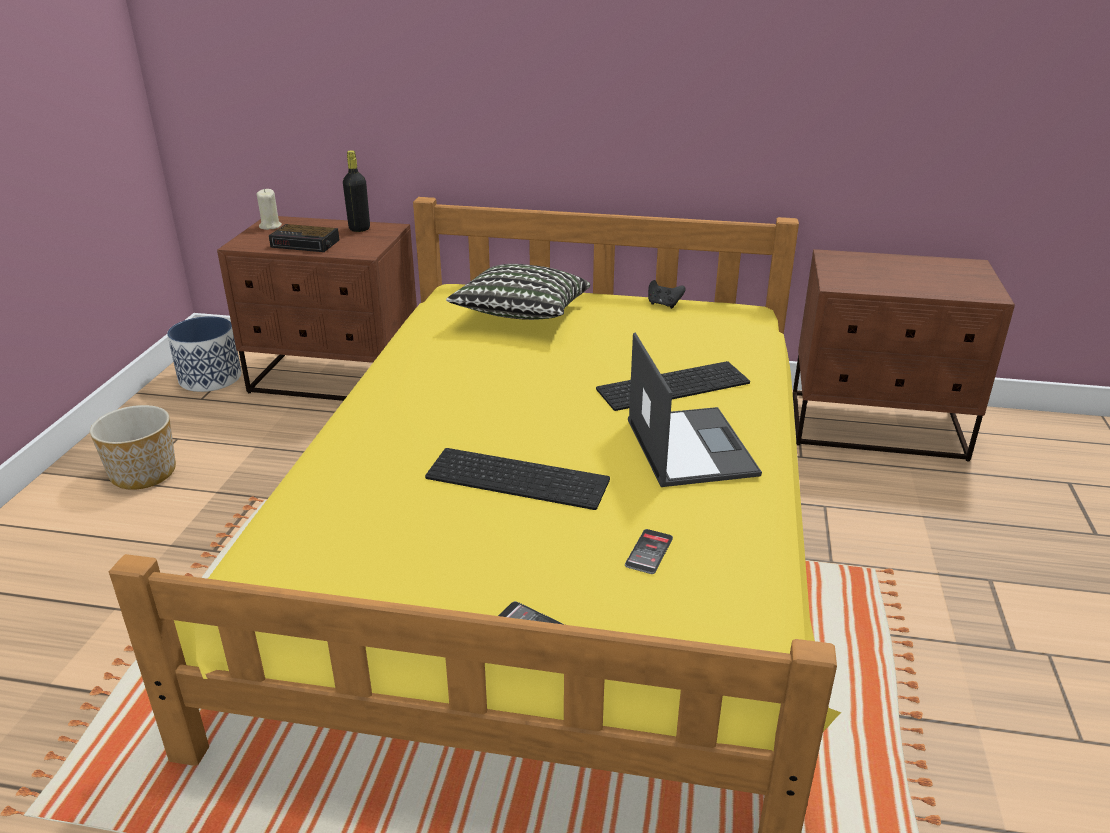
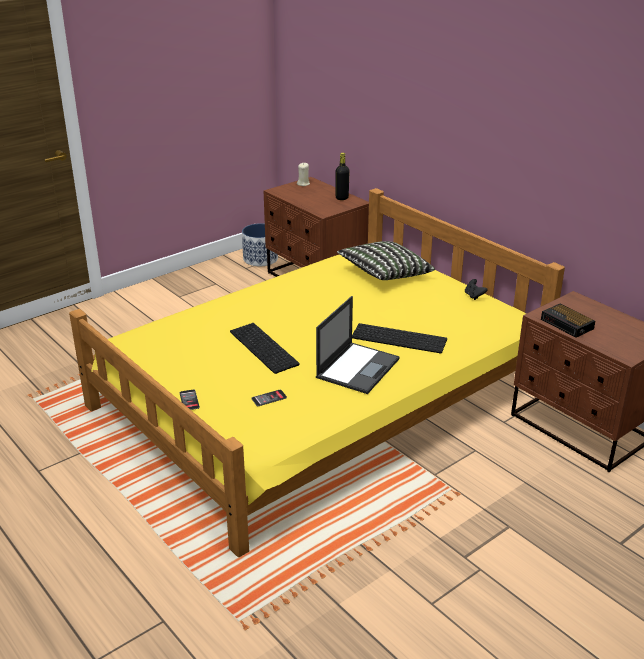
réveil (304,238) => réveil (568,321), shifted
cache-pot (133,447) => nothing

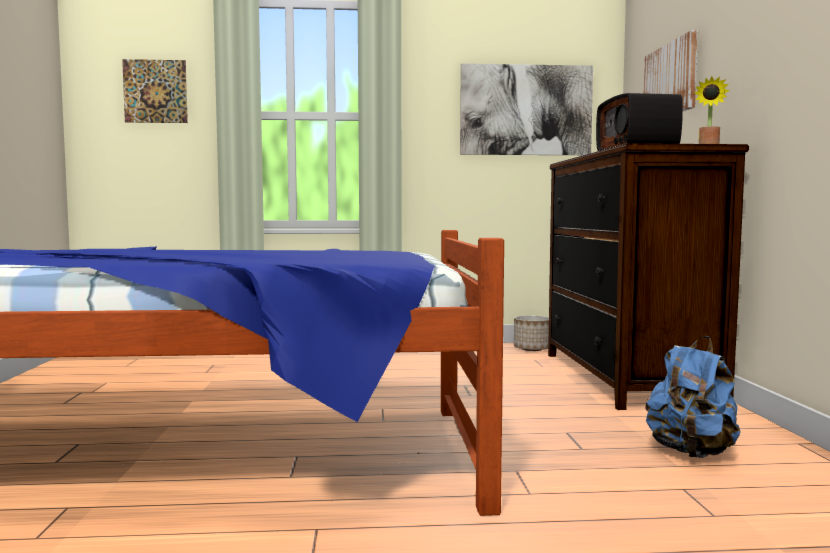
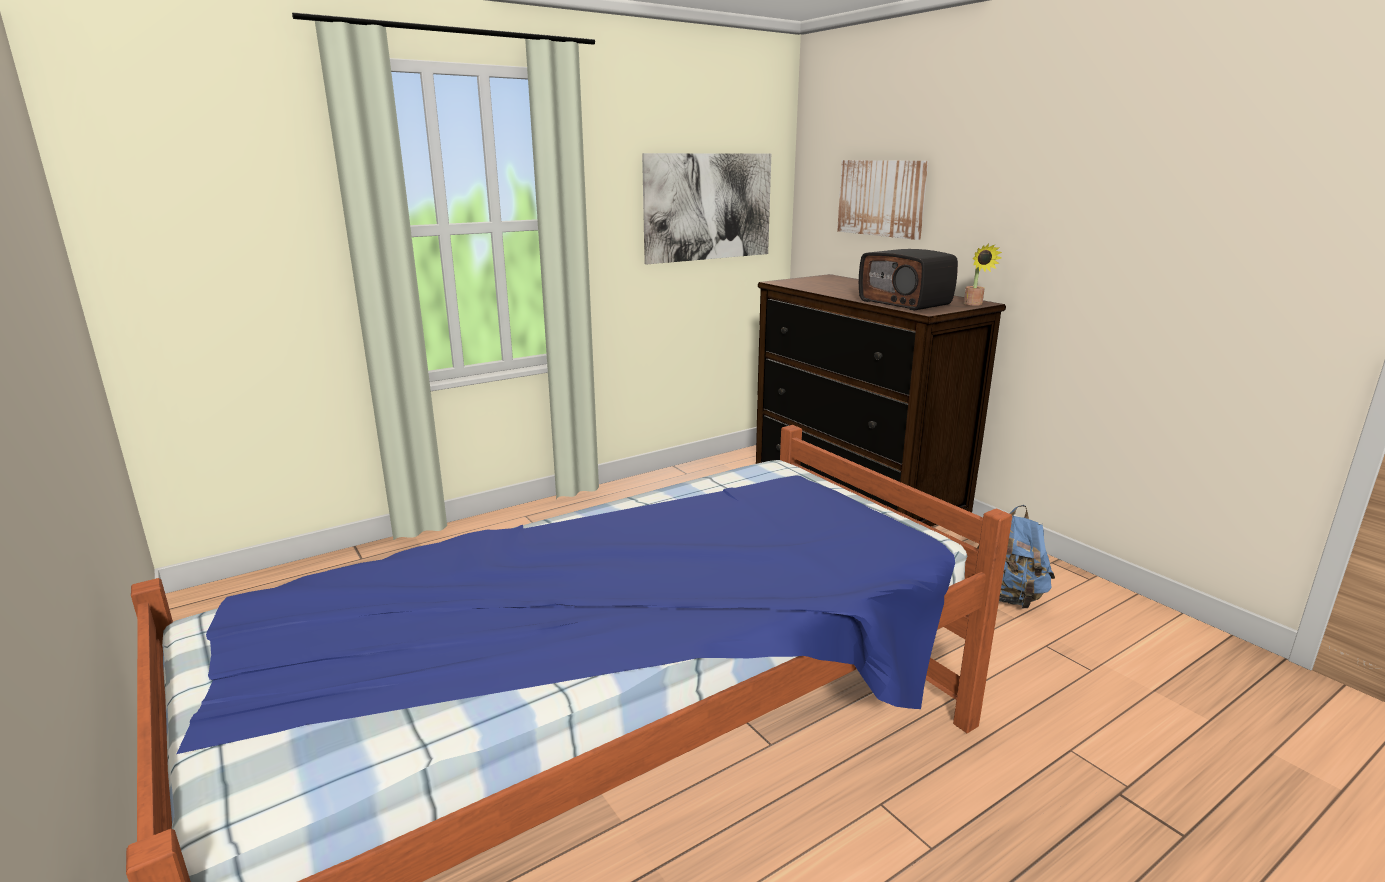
tableau (155,91) => nothing
cache-pot (531,333) => nothing

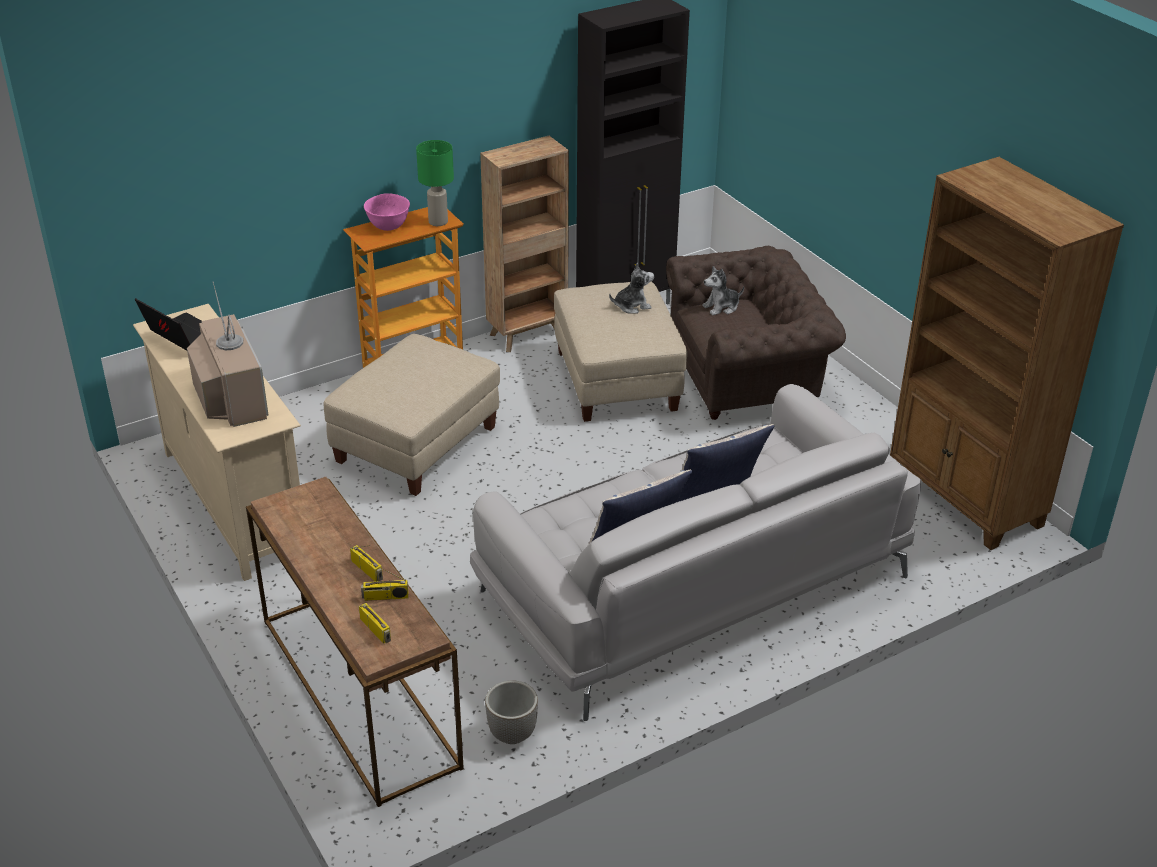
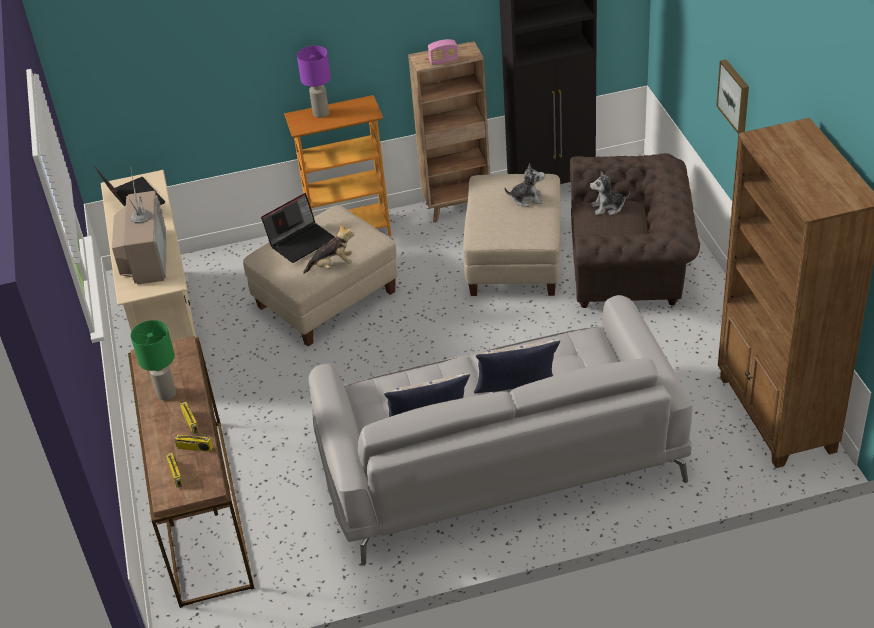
lampe de table/vert (435,183) => lampe de table/vert (153,360), shifted
nothing => ordinateur portable (298,228)
bol/rose (387,212) => lampe de table/violet (314,82)
nothing => peluche (328,249)
nothing => radio (443,52)
nothing => tableau (732,96)
cache-pot (511,712) => nothing

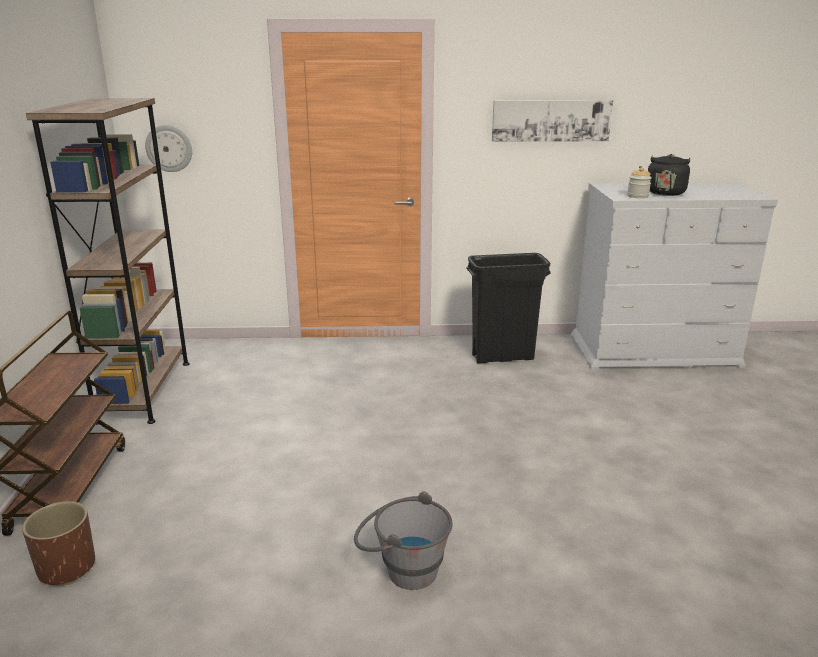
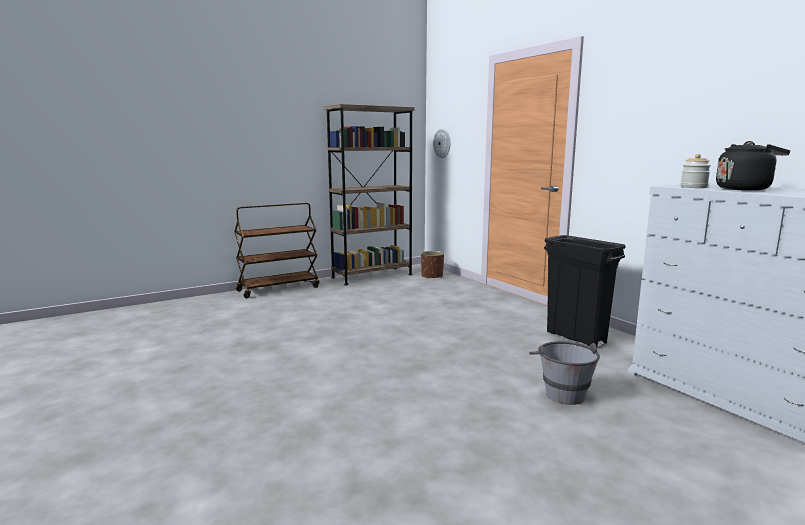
cache-pot/marron (58,543) => cache-pot/marron (432,265), shifted
seau/gris (403,541) => seau/gris (564,373), shifted
tableau (552,121) => nothing

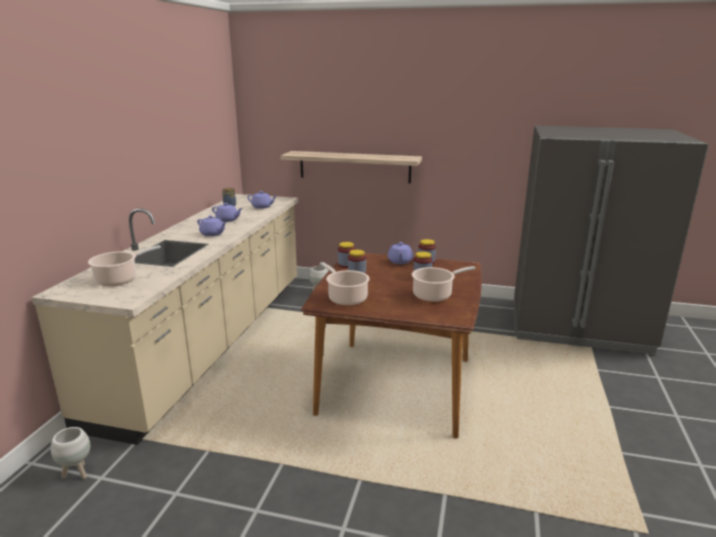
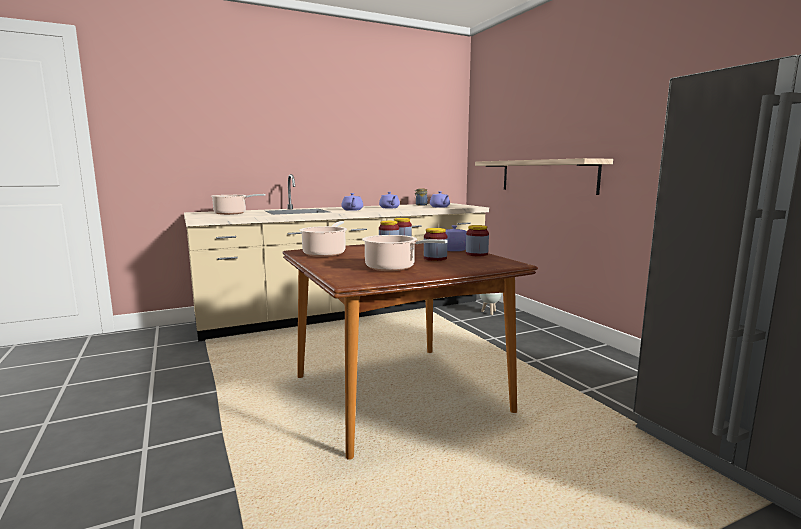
cache-pot/blanc (70,453) => nothing

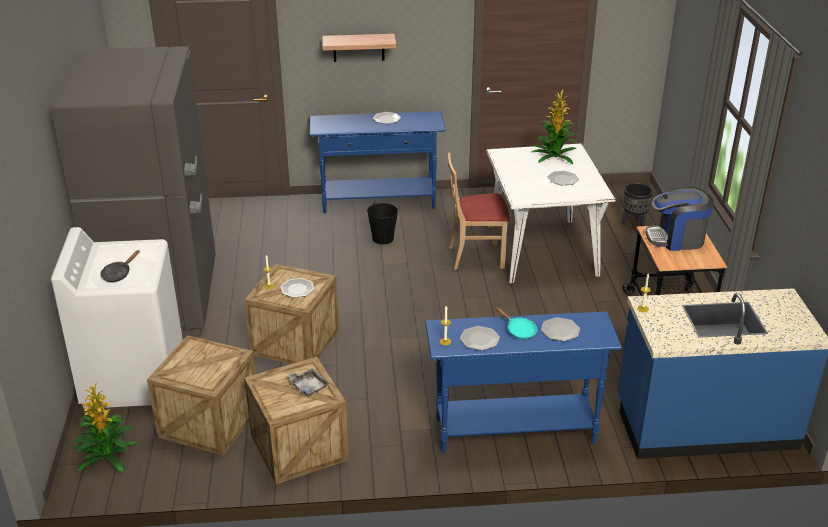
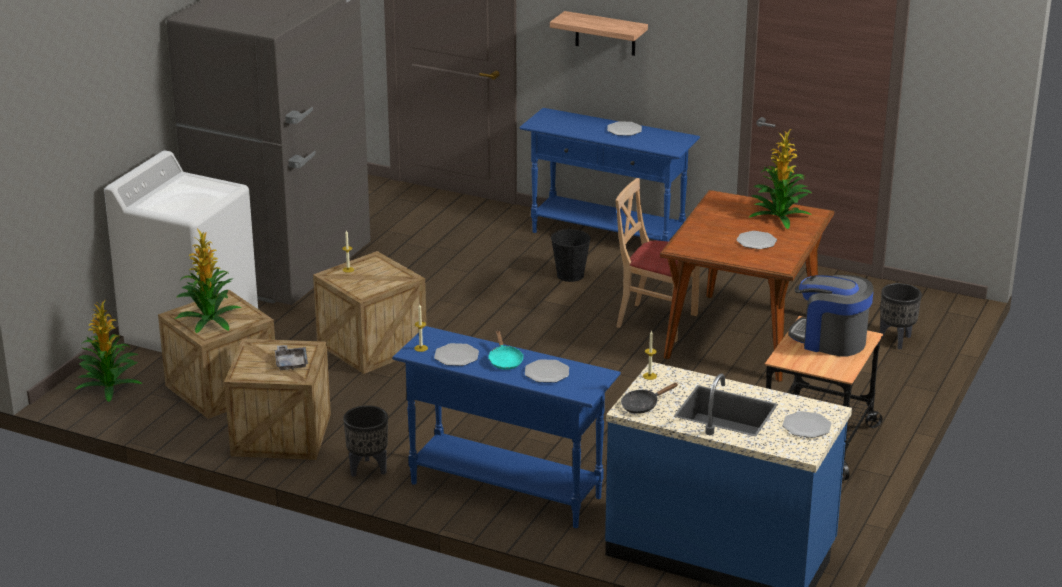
nothing => plante en pot (208,281)
nothing => cache-pot/noir (365,441)
poêle/noir (120,266) => poêle/noir (649,398), shifted
table à manger/blanc (551,213) => table à manger/marron (747,286)
assiette (297,288) => assiette (807,424), shifted

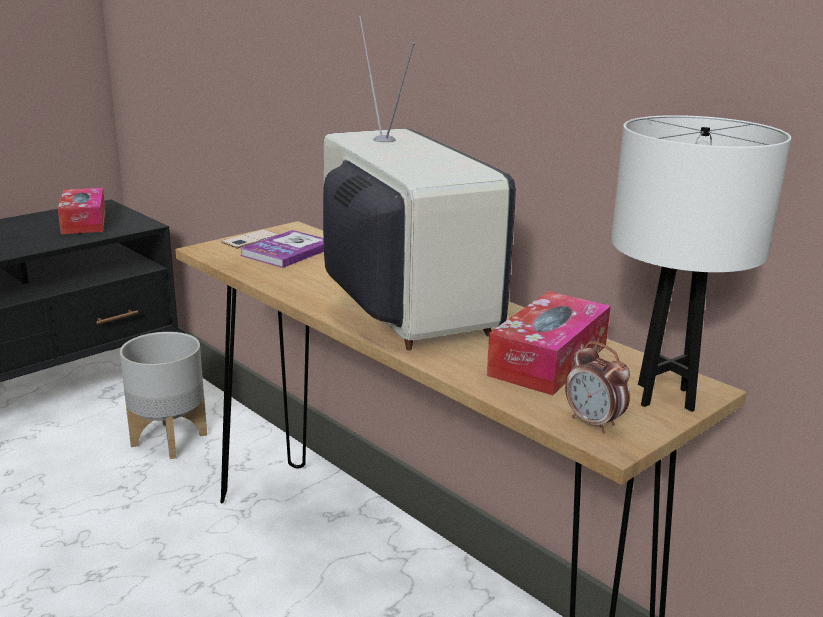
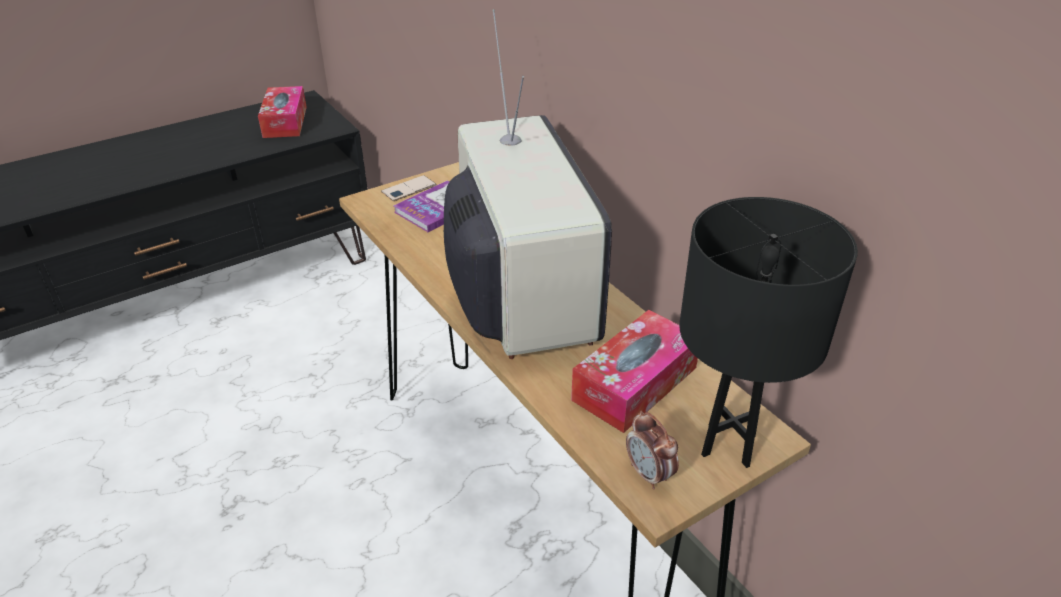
lampe de table/blanc (701,263) => lampe de table/noir (768,332)
cache-pot/gris (163,395) => nothing

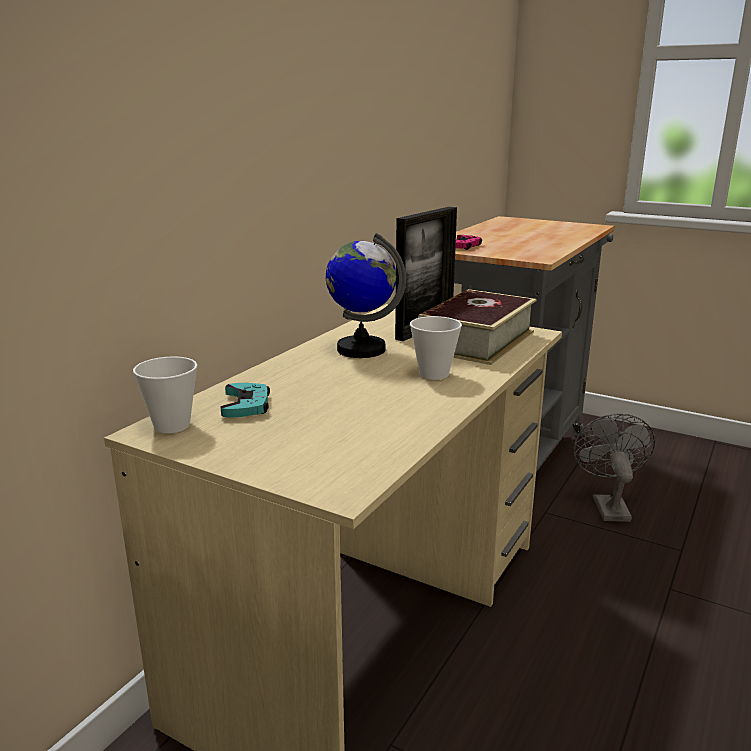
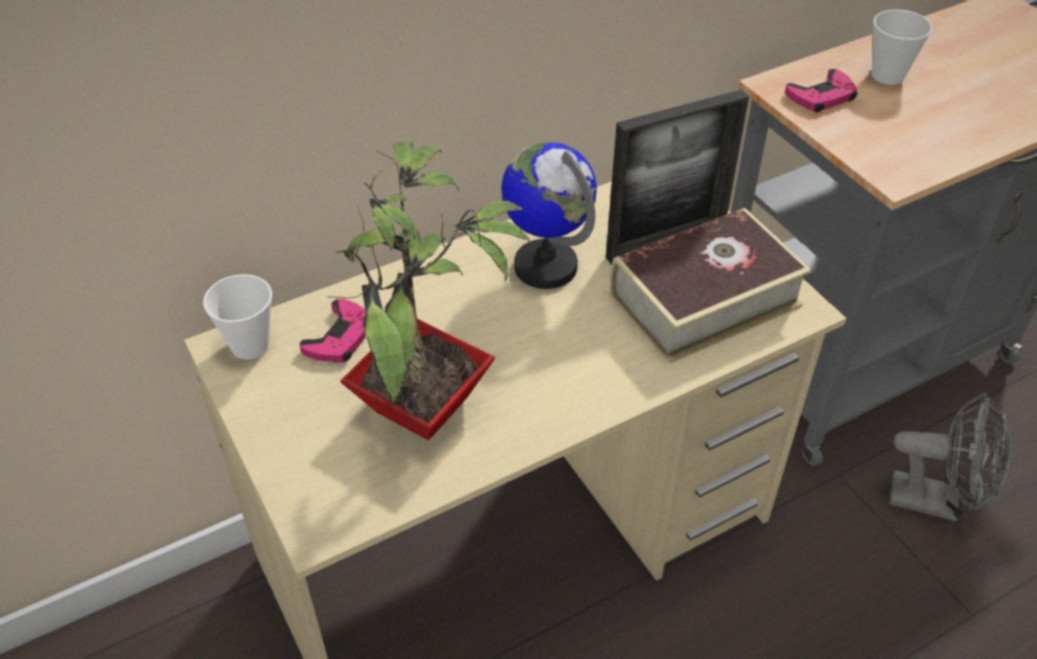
manette/turquoise (245,400) => manette/rose (333,330)
nothing => plante en pot (429,291)
tasse (436,348) => tasse (902,47), shifted
ventilateur/gris (614,468) => ventilateur/gris (950,457), 75 degrees clockwise

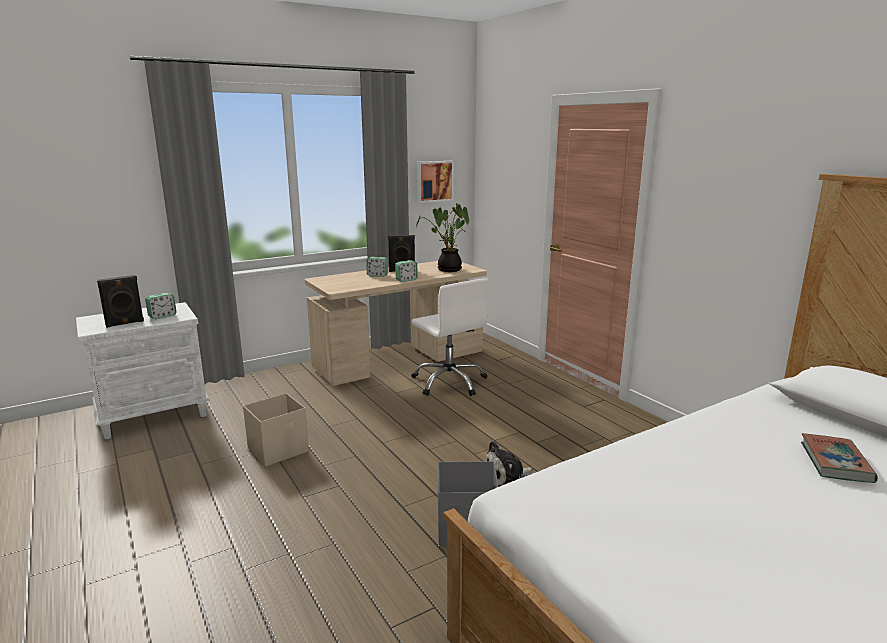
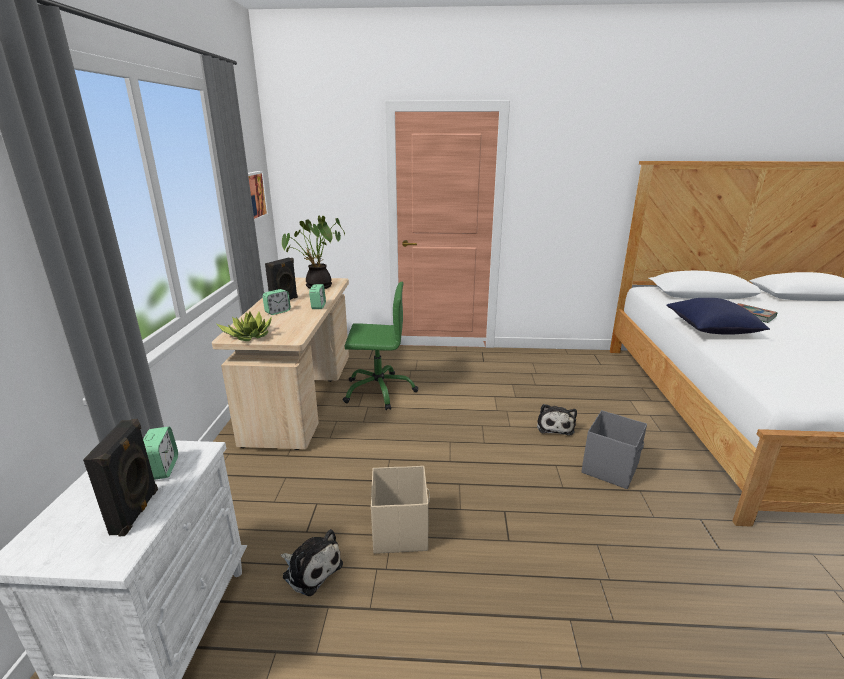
nothing => plante en pot (244,326)
nothing => peluche (312,562)
chaise de bureau/blanc (450,337) => chaise de bureau/vert (380,346)
nothing => coussin/bleu (718,316)

